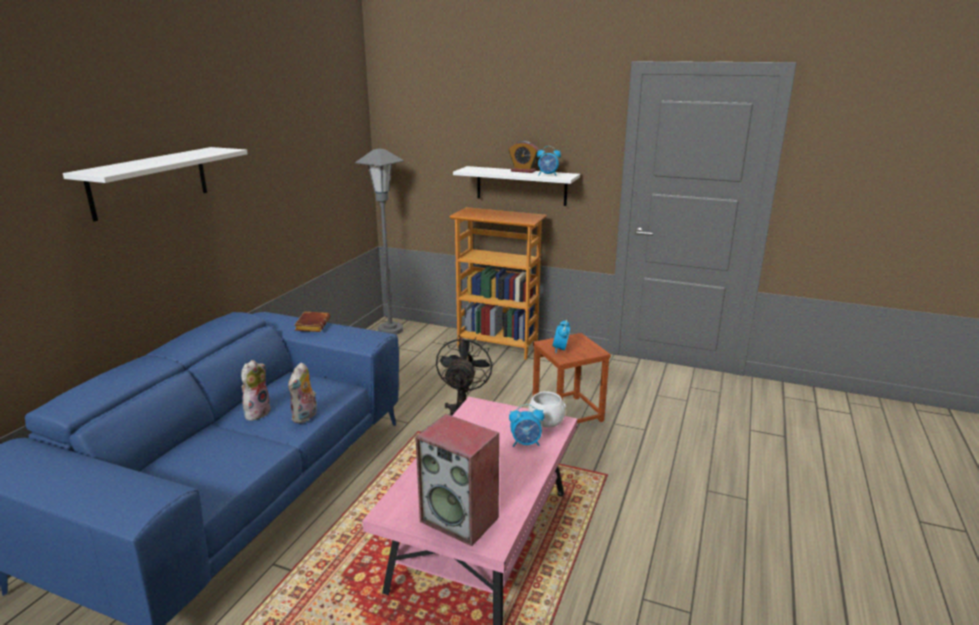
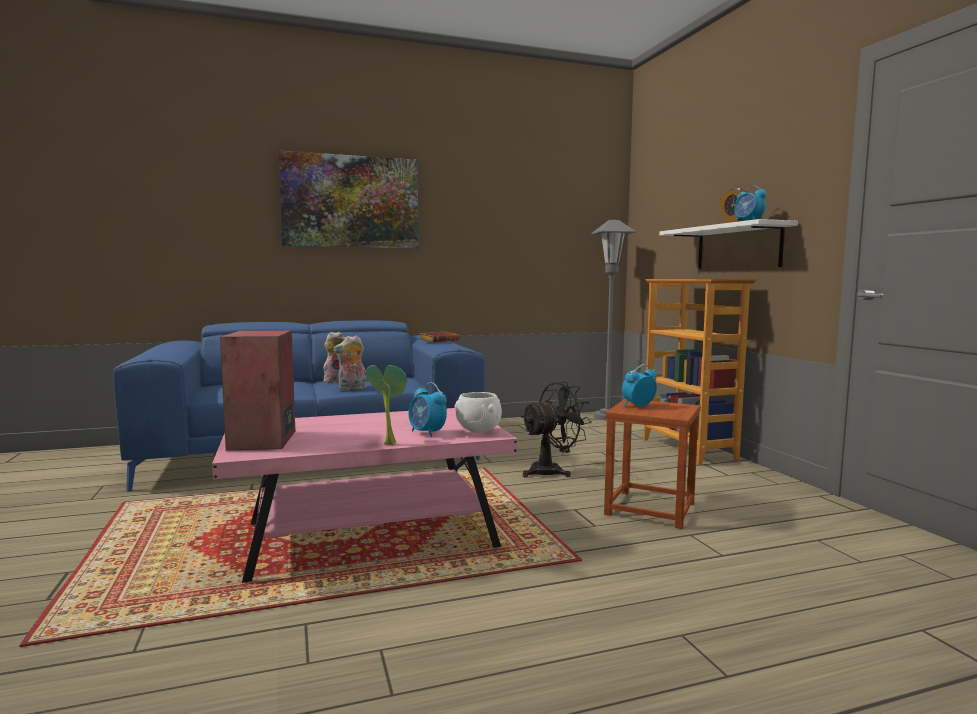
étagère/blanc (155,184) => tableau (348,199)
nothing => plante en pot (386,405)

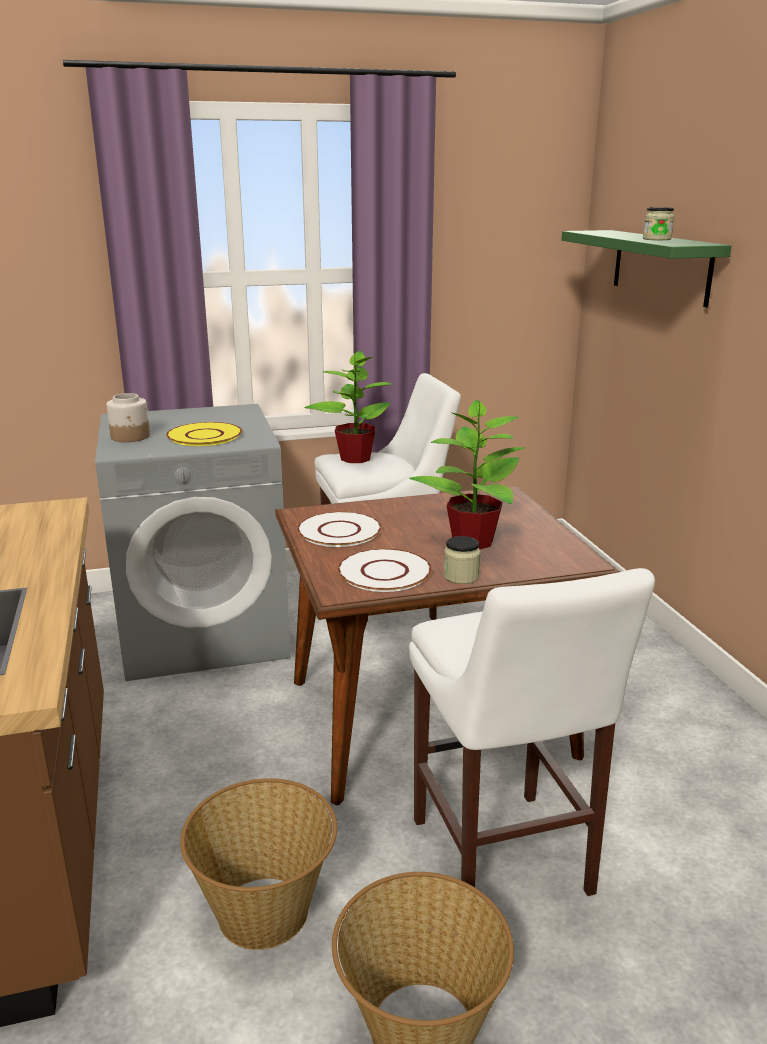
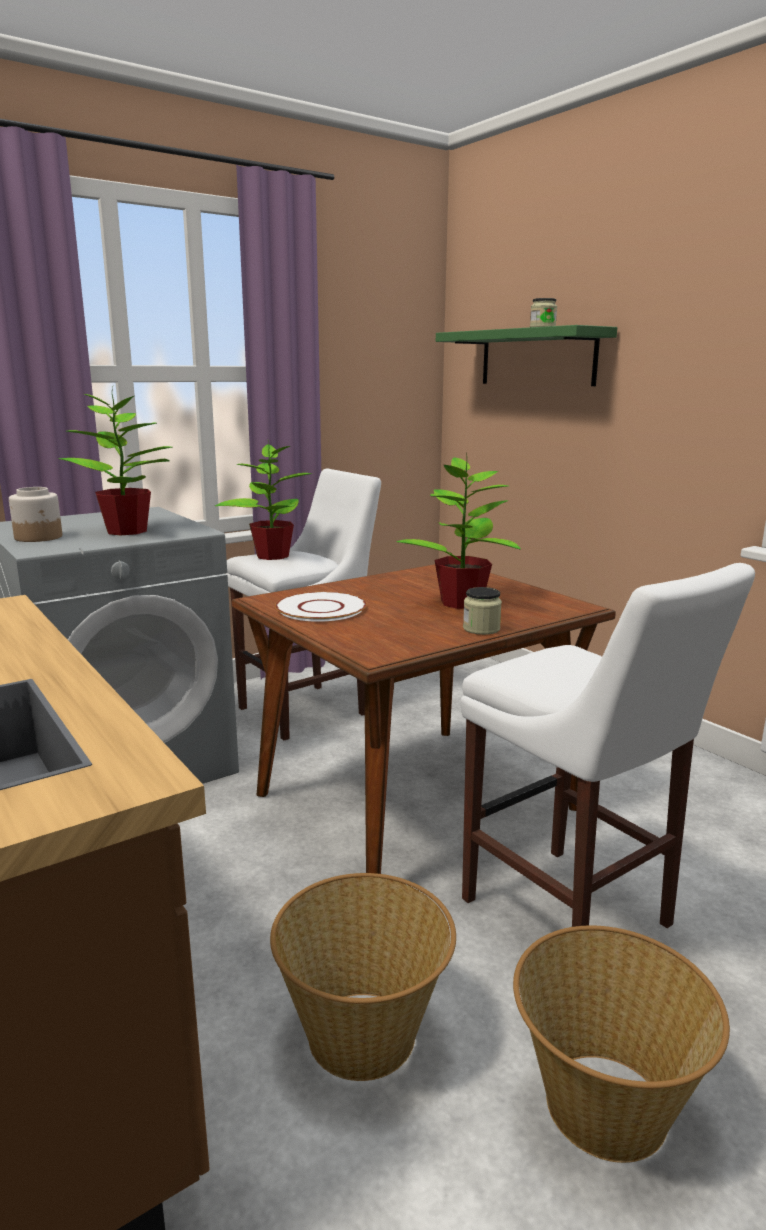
assiette/jaune (204,434) => plante en pot (115,460)
assiette/blanc (384,570) => nothing

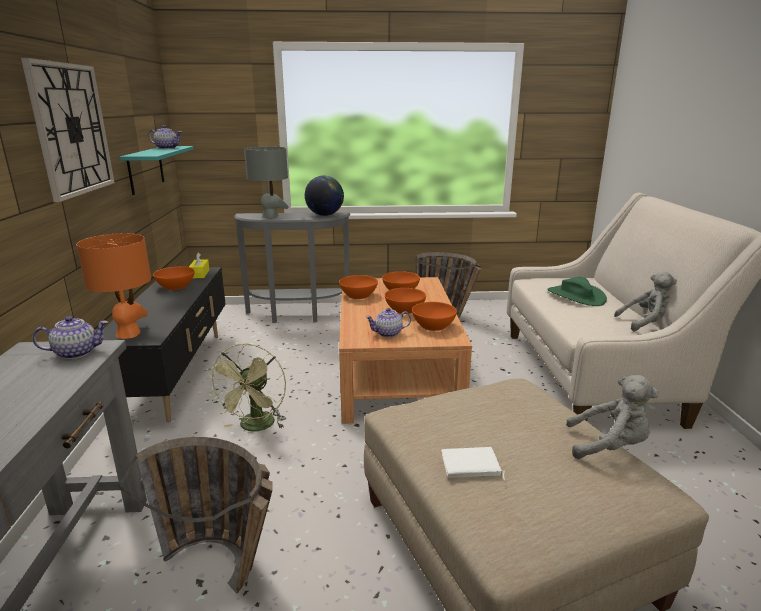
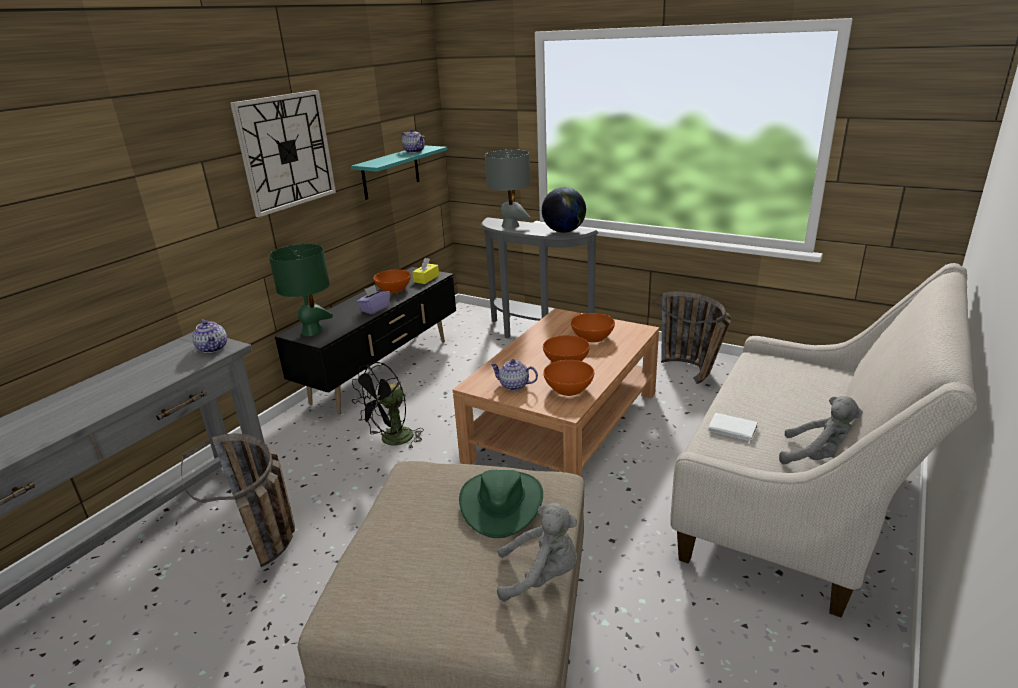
théière (70,337) => théière (209,336), 45 degrees clockwise
lampe de table/orange (113,286) => lampe de table/vert (301,290)
ventilateur/vert (246,387) => ventilateur/noir (387,405)
nothing => boîte à mouchoirs/violet (373,299)
chapeau/vert (577,291) => chapeau/vert (501,504), shifted
peluche/gris (612,417) => peluche/gris (537,552), 45 degrees counterclockwise
livre/blanc (473,463) => livre/blanc (733,428), shifted
bol/orange (358,287) => nothing

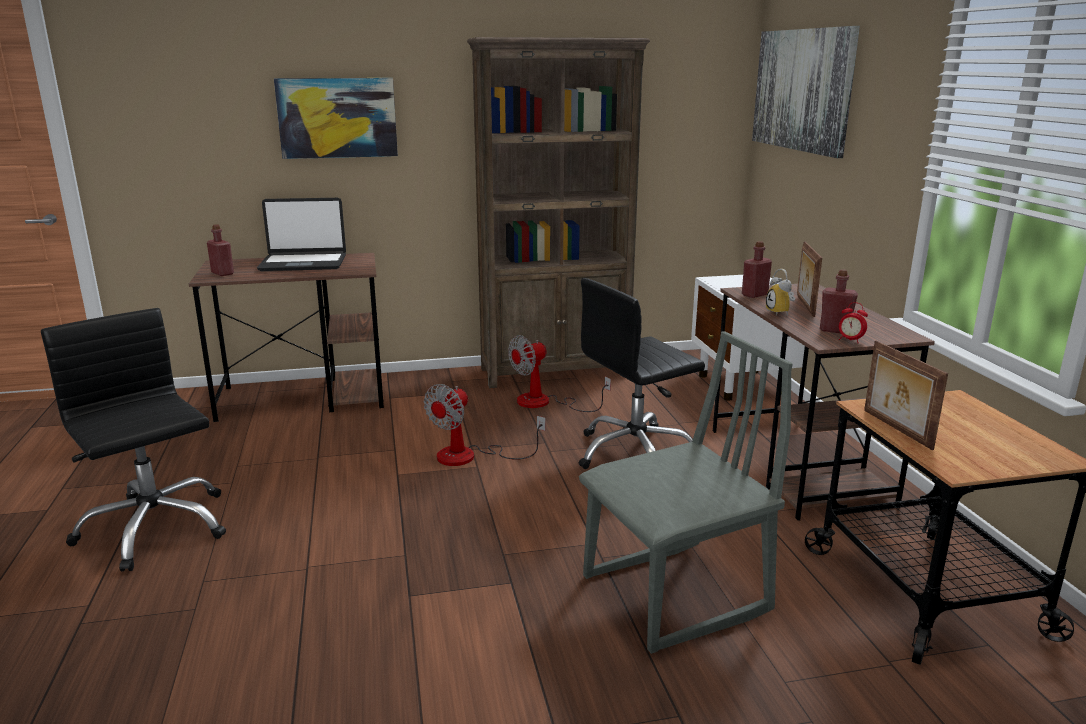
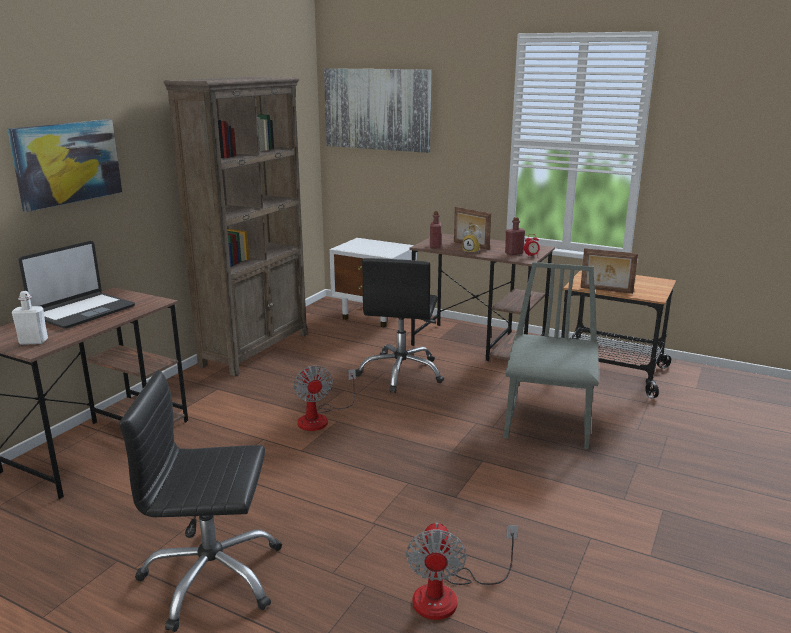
bouteille/rouge (220,250) => bouteille/blanc (30,318)
ventilateur (559,373) => ventilateur (462,571), shifted

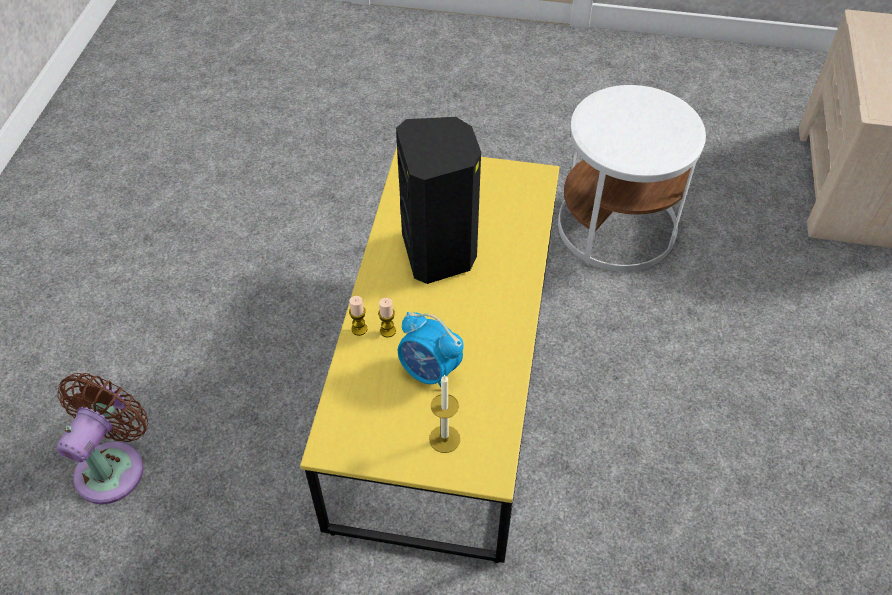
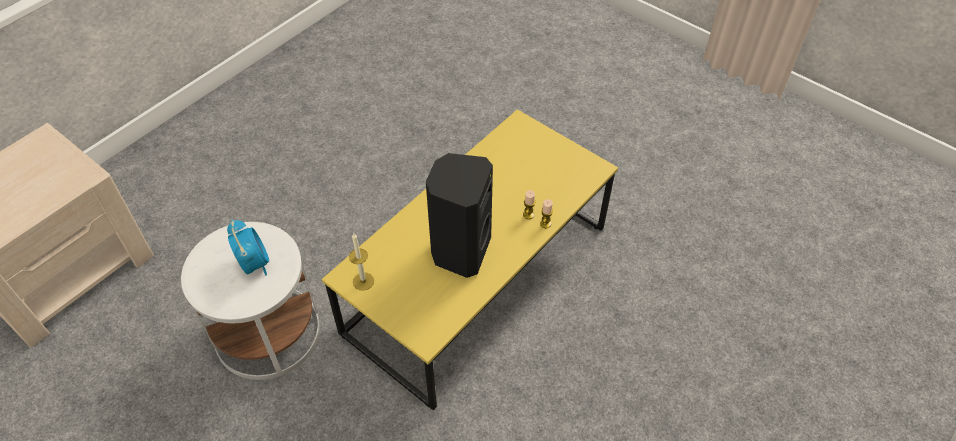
réveil (431,349) => réveil (248,247), shifted
bougie (444,414) => bougie (361,262), shifted
ventilateur/marron (102,438) => nothing

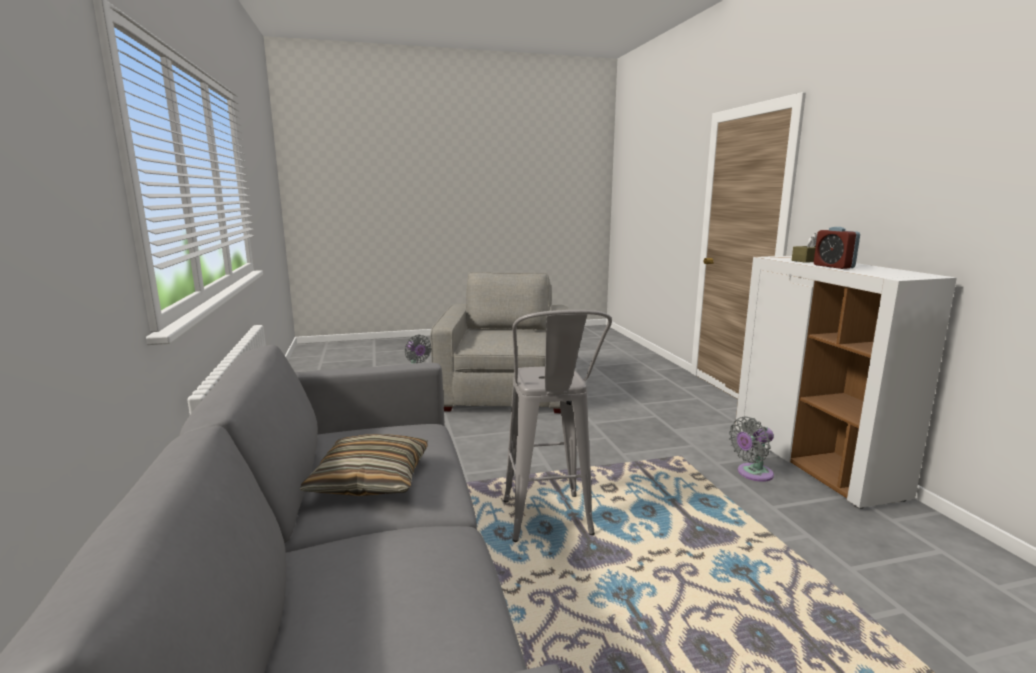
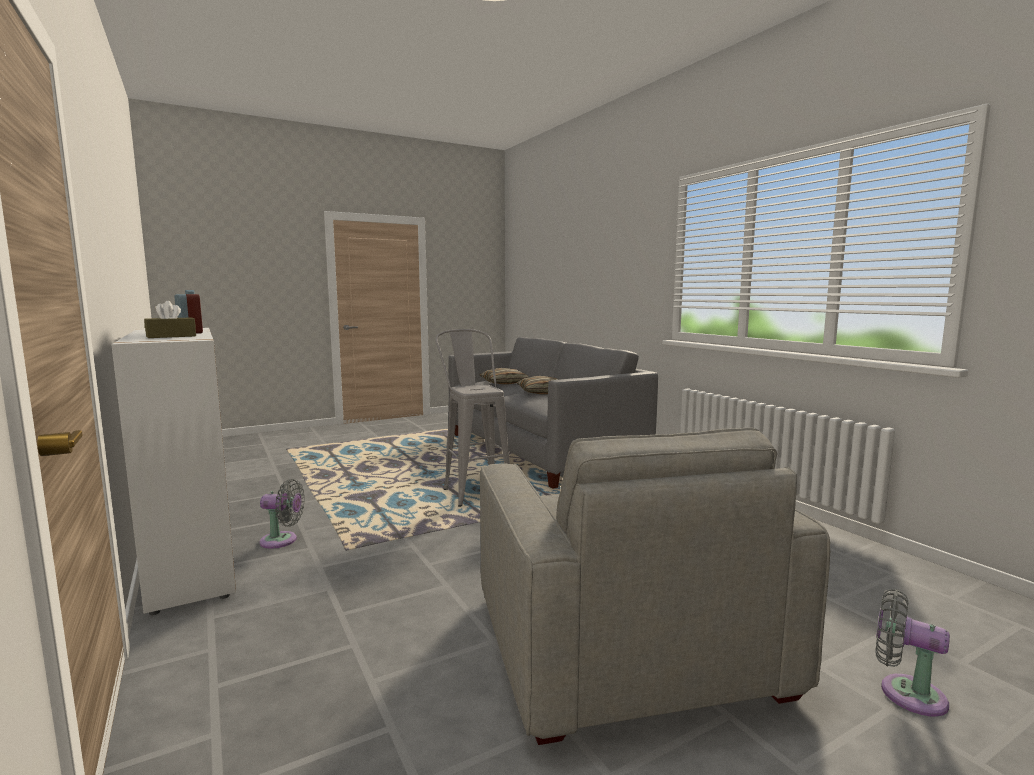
ventilateur/gris (751,449) => ventilateur/gris (282,514), 45 degrees clockwise
nothing => coussin (504,376)

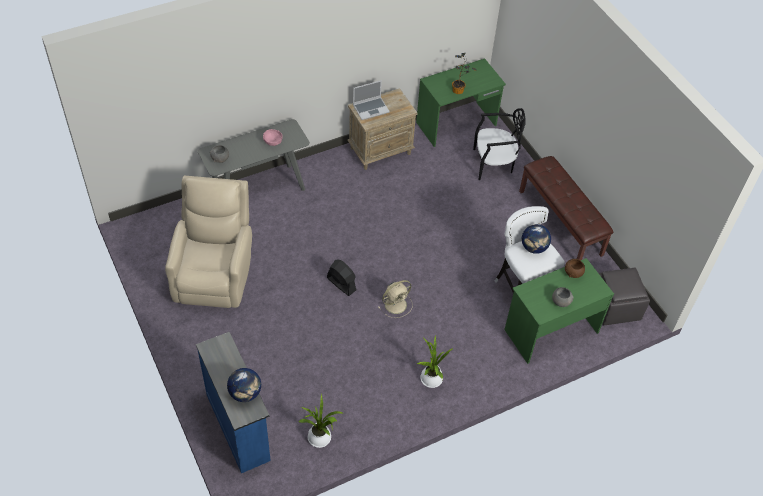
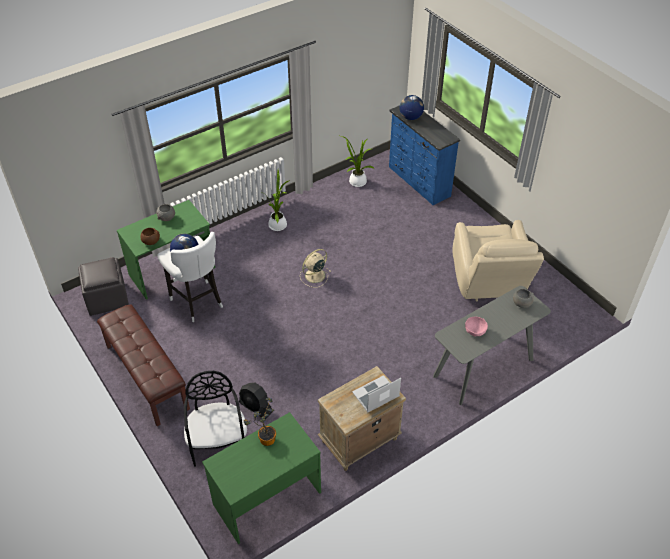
chaise/noir (499,144) => chaise/noir (215,419), 90 degrees clockwise
ventilateur/noir (341,277) => ventilateur/noir (256,401), shifted

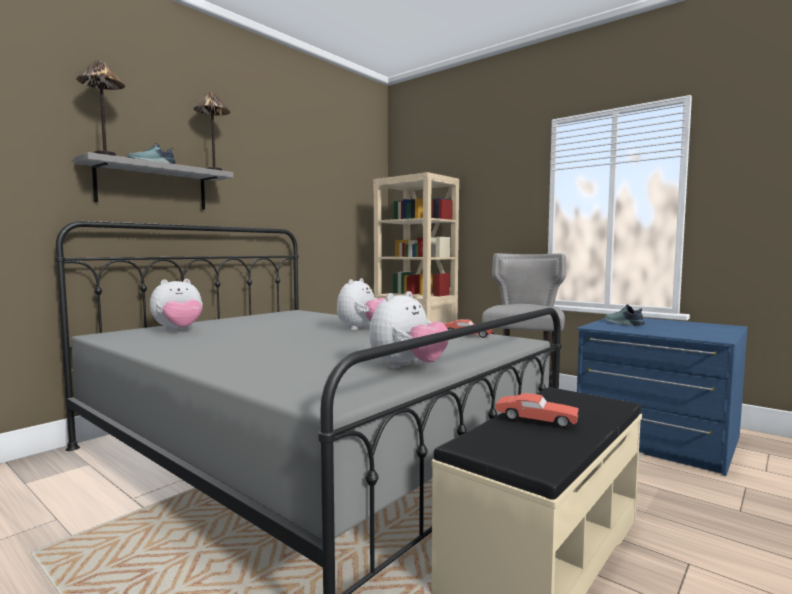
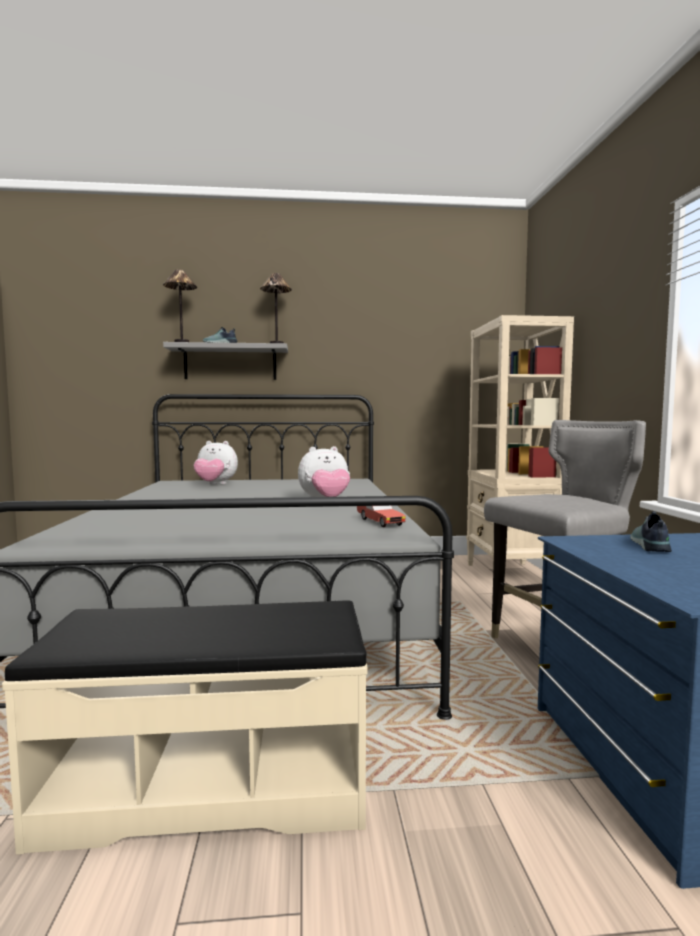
peluche (408,330) => nothing
petite voiture/rouge (537,410) => nothing

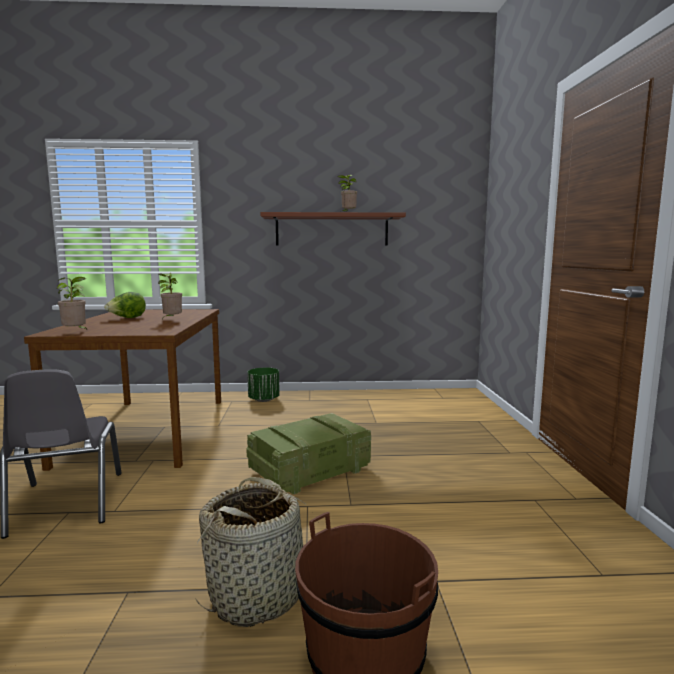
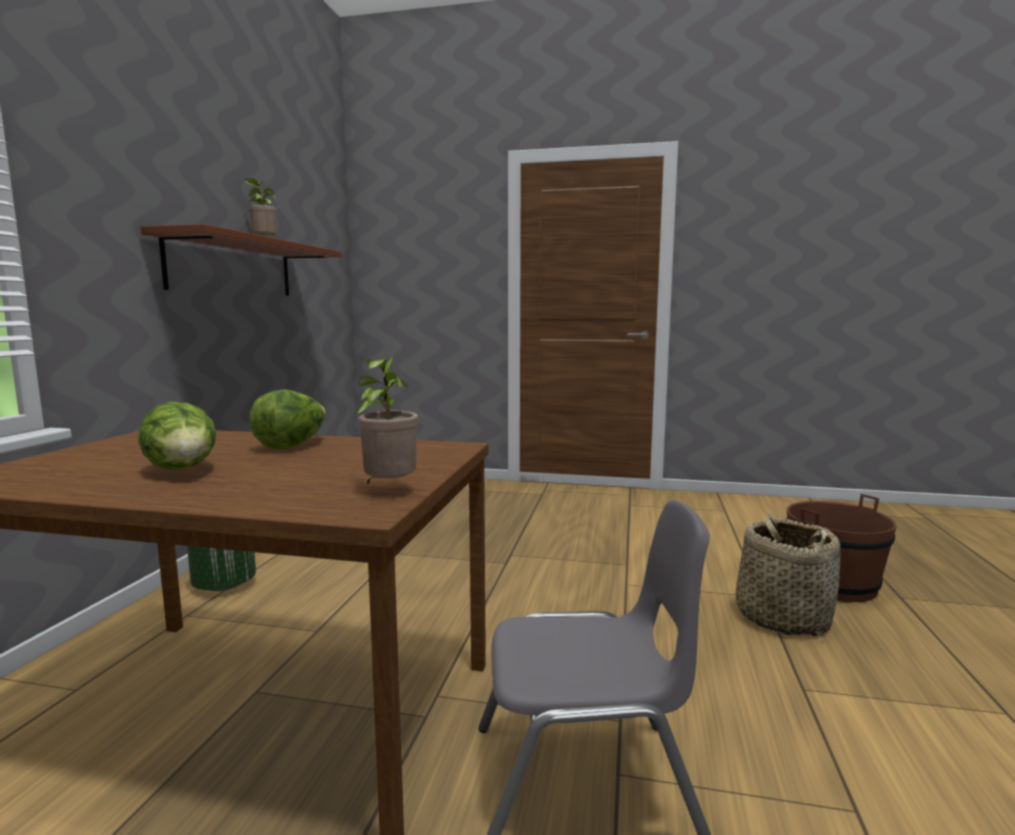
plante en pot (170,296) => laitue (287,419)
caisse (309,453) => nothing

